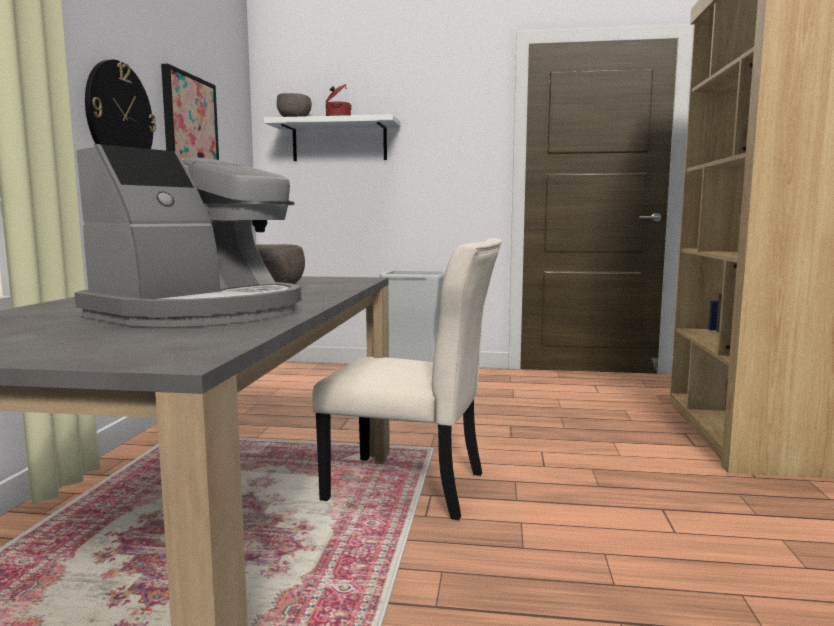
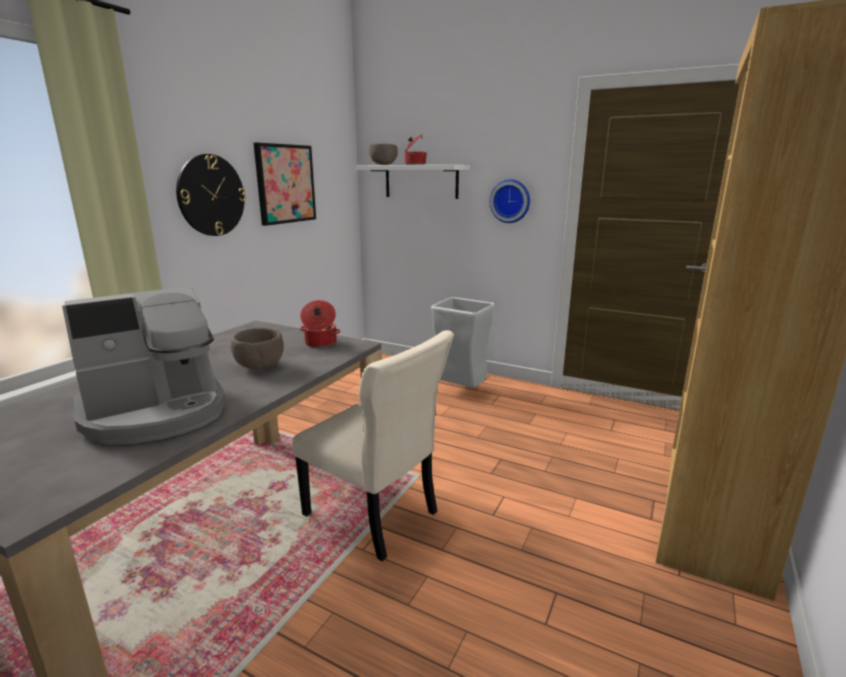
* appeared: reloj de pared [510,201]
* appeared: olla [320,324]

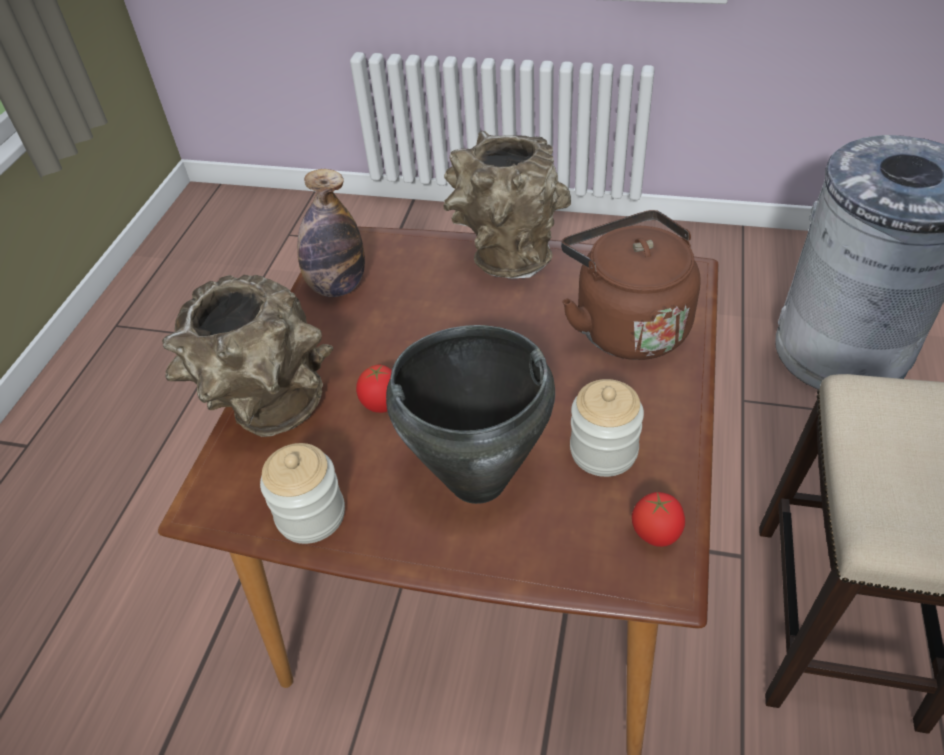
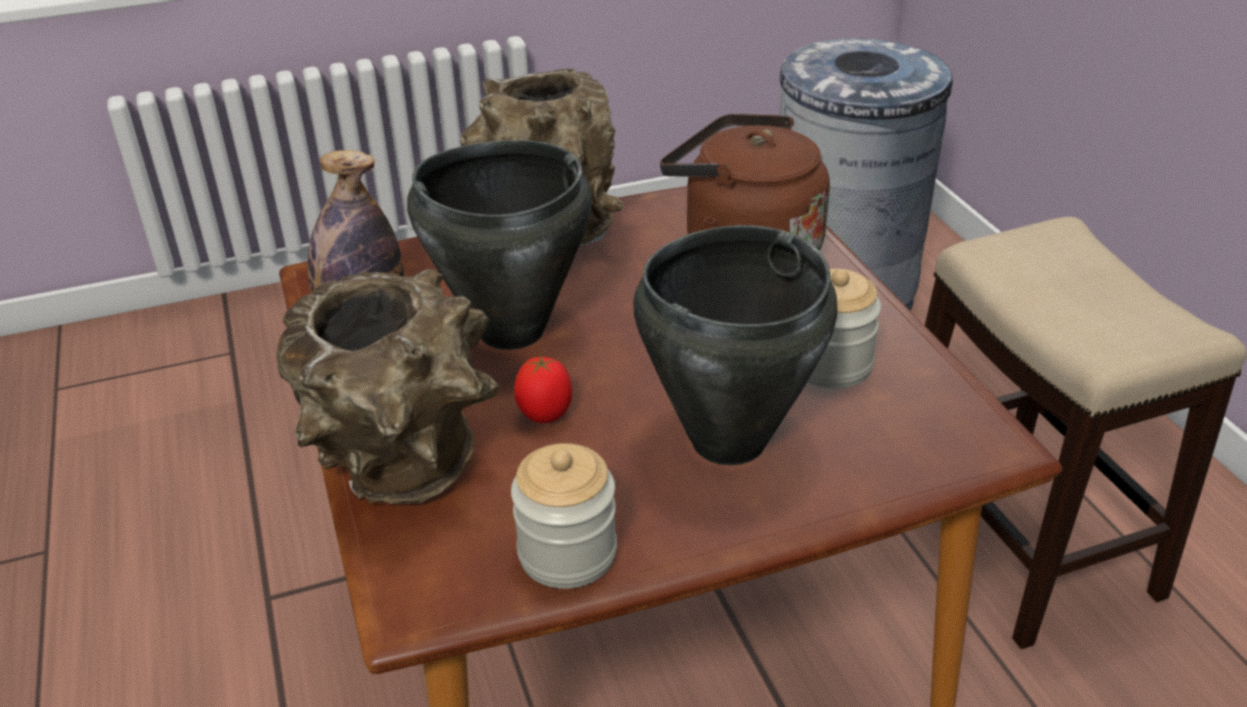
* missing: tomate [658,519]
* appeared: olla/negro [499,245]

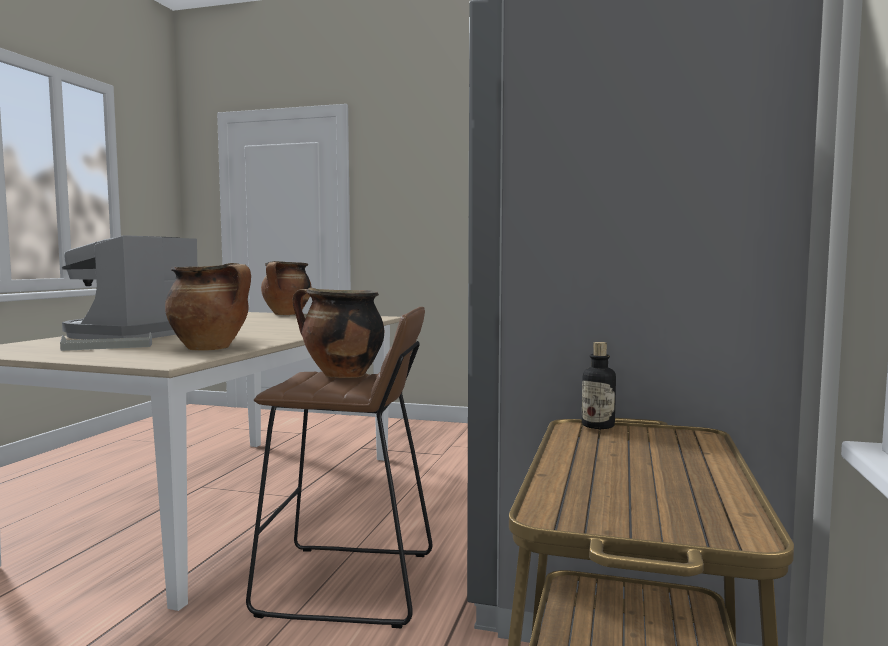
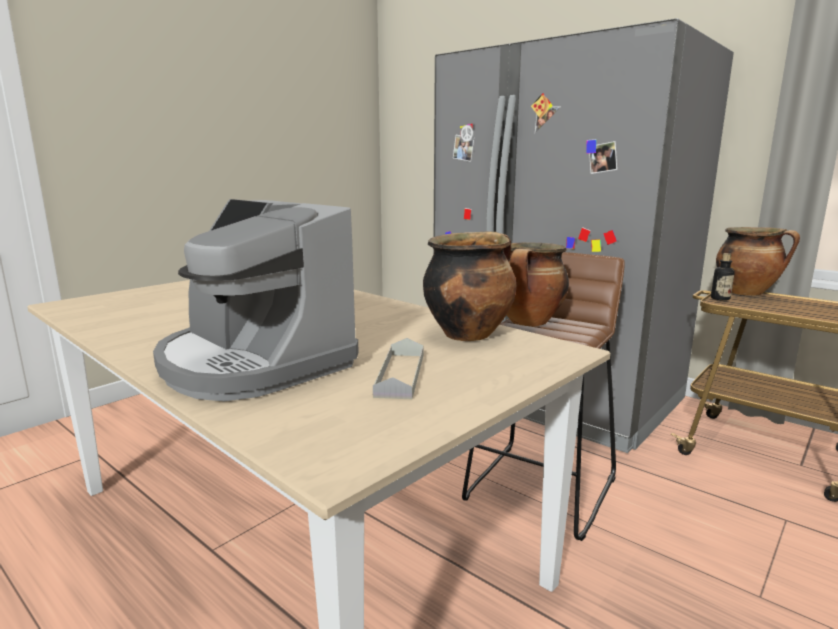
* relocated: olla [286,288] to [758,261]

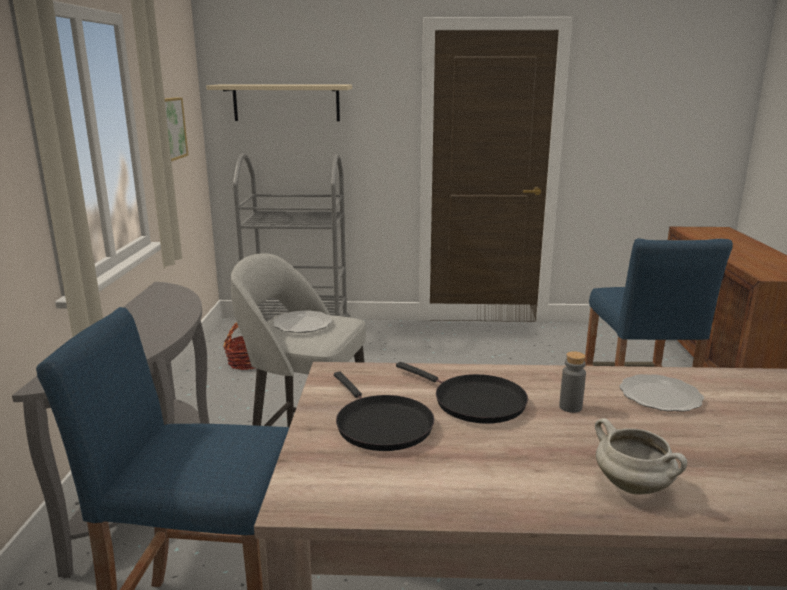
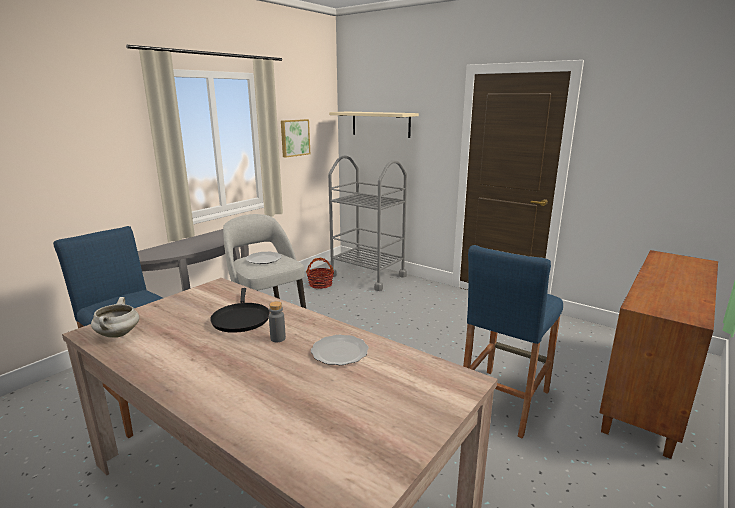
* missing: sartén/negro [384,411]
* relocated: olla/blanco [641,456] to [115,317]

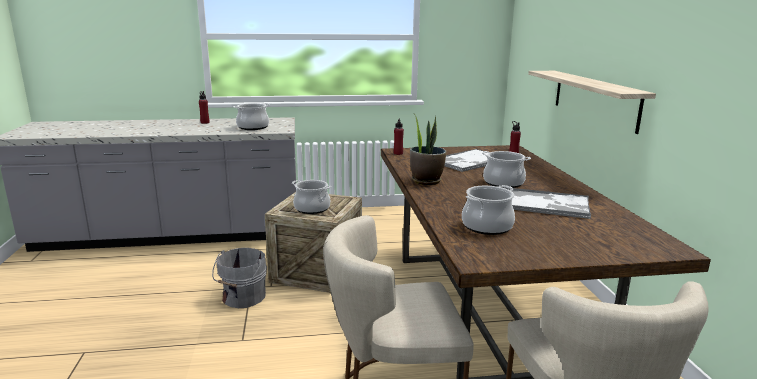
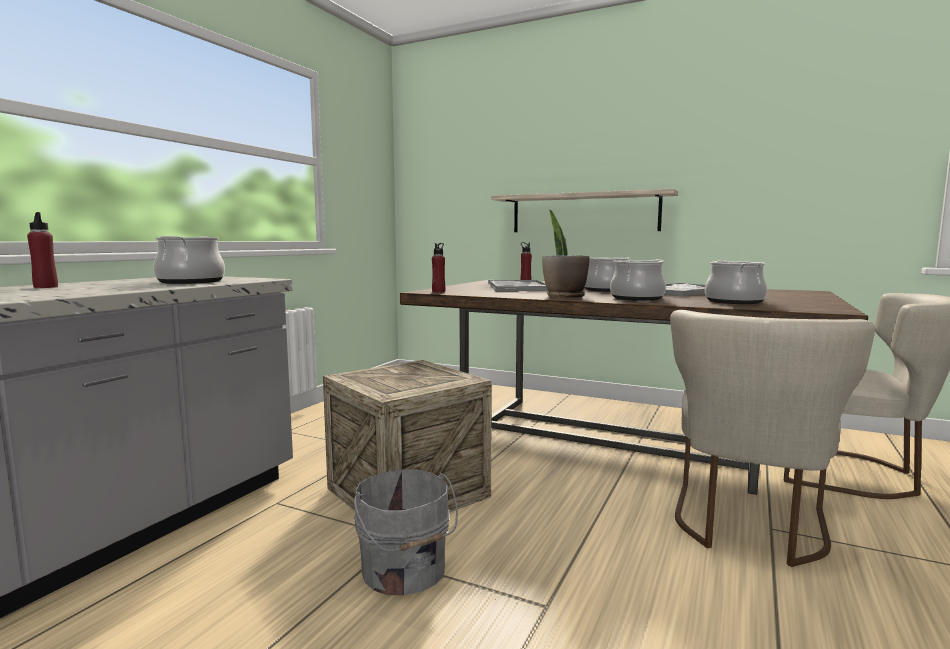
* relocated: olla [311,197] to [638,280]

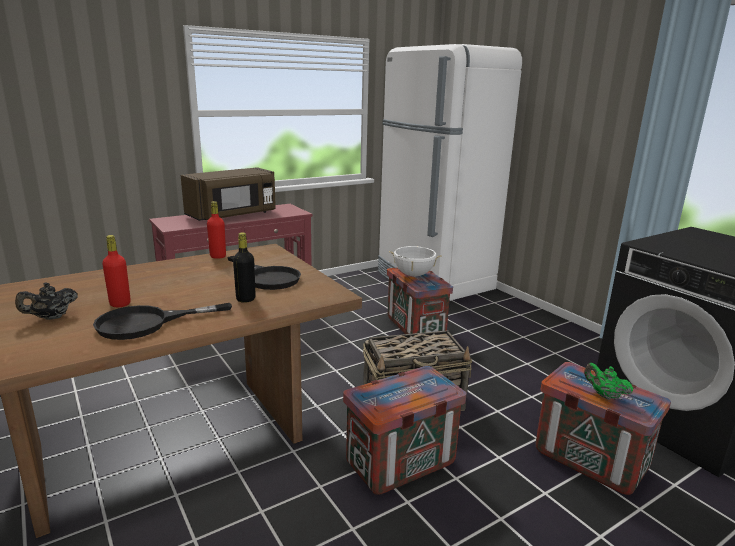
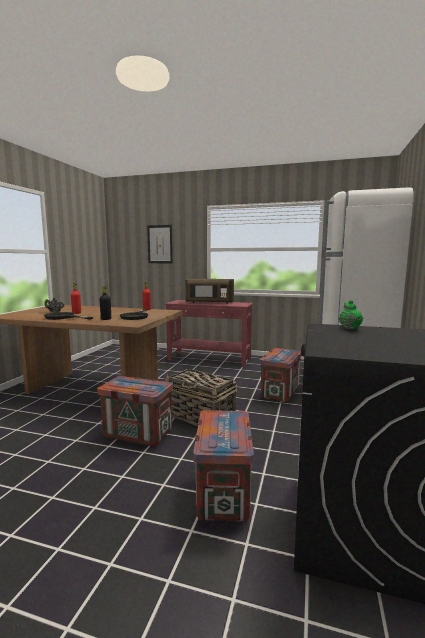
* missing: olla/blanco [415,261]
* relocated: tetera/verde [608,381] to [351,314]
* appeared: cuadro [160,244]

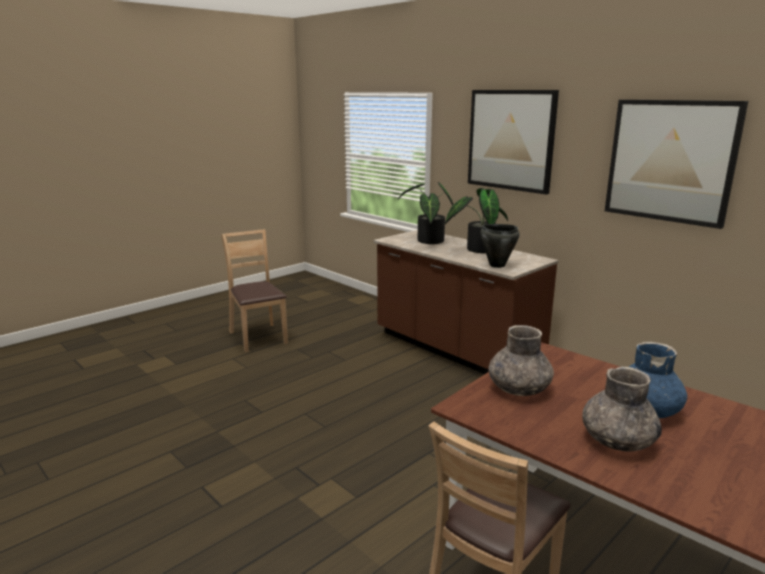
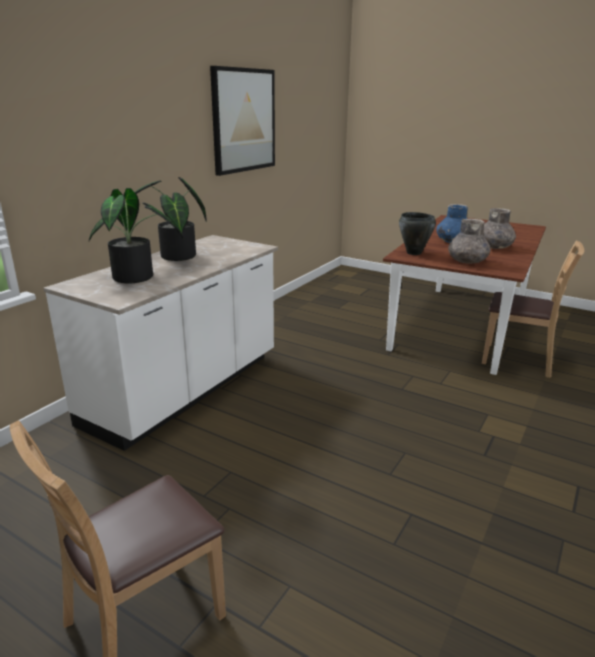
* missing: cuadro [513,142]
* relocated: olla/negro [500,246] to [417,233]
* colour: mueble bajo de cocina/marrón [466,302] to mueble bajo de cocina/blanco [160,343]

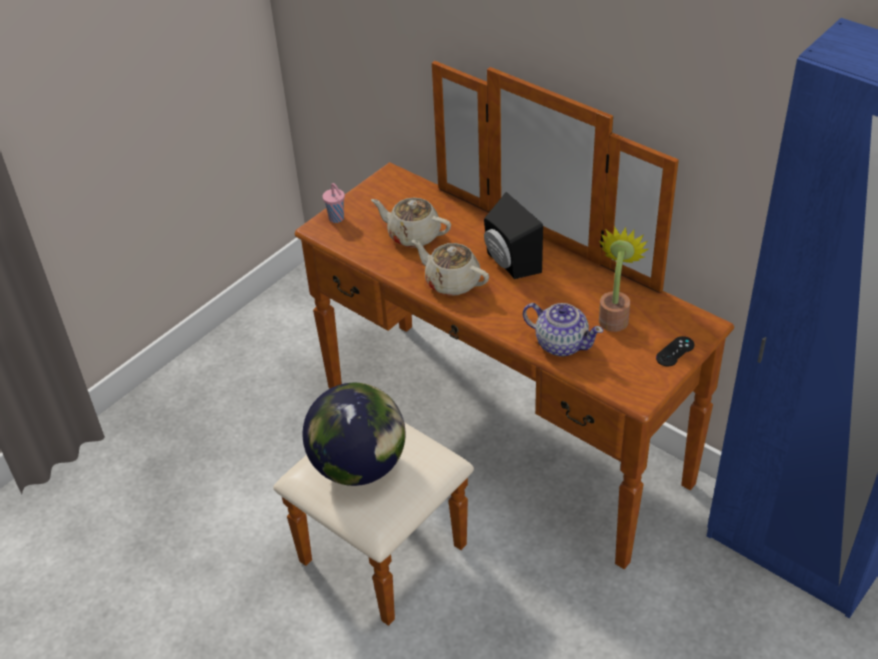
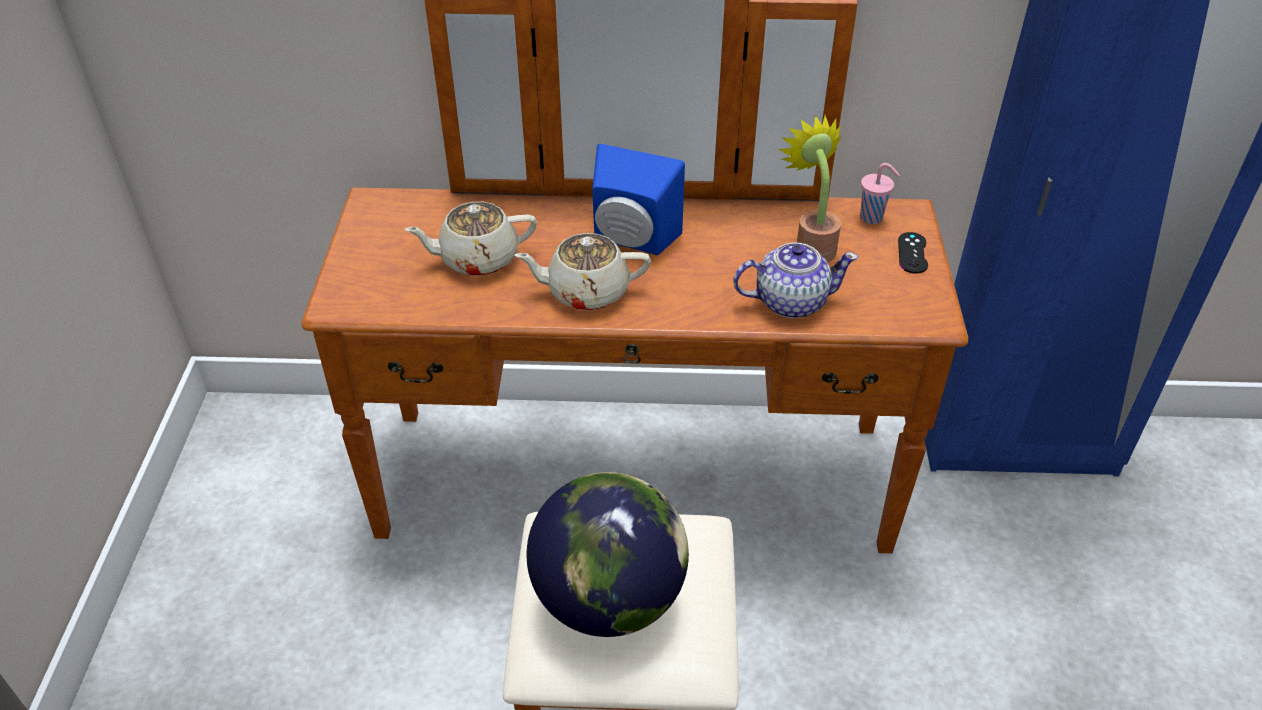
* relocated: taza/rosa [333,203] to [880,193]
* colour: altavoz/negro [513,235] to altavoz/azul [638,199]

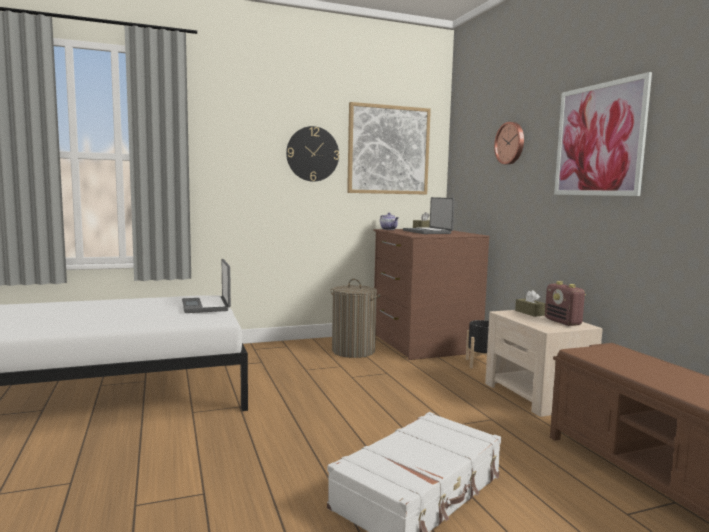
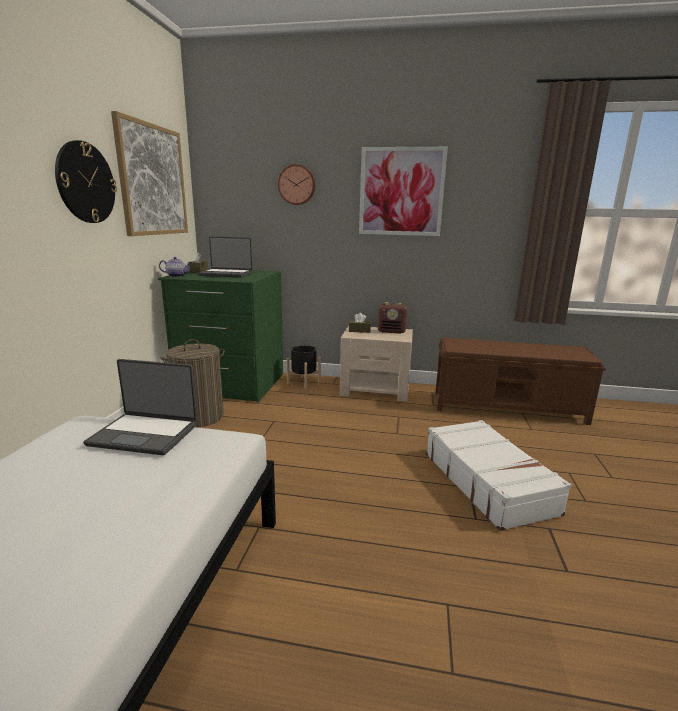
* colour: cómoda/marrón [431,294] to cómoda/verde [220,335]

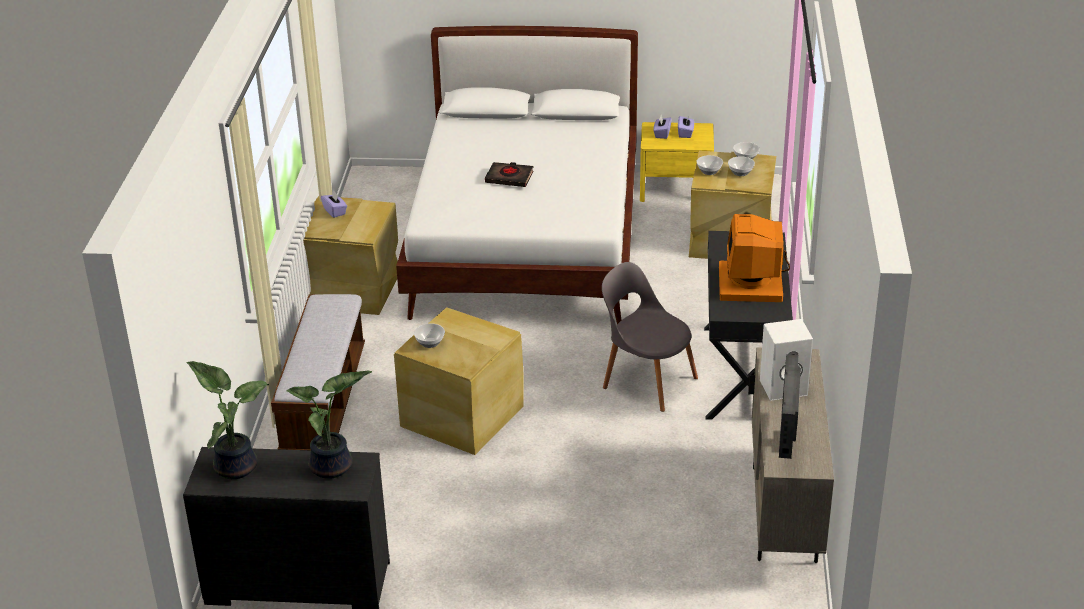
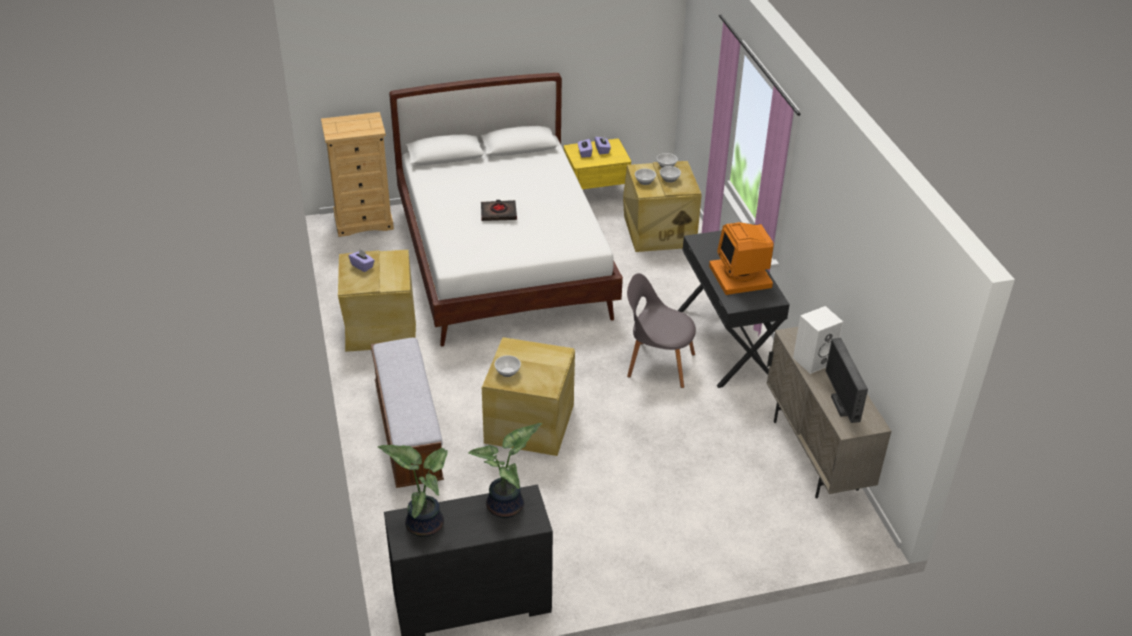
* appeared: cómoda/beis [357,174]

